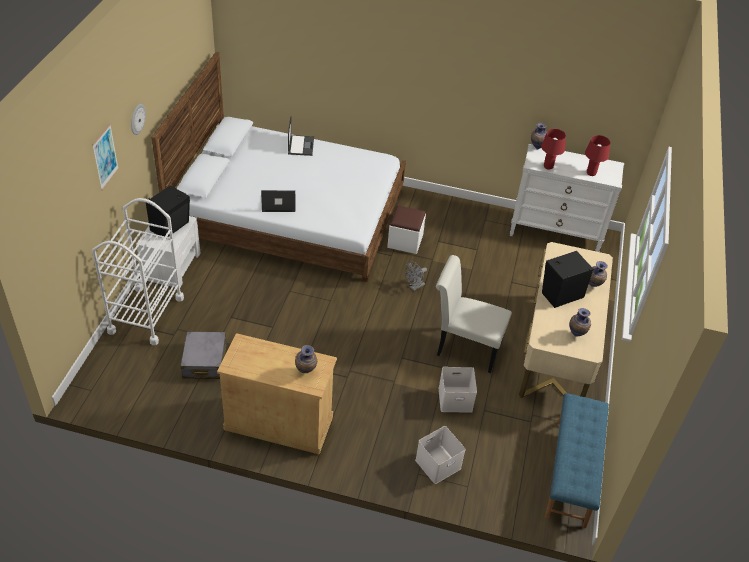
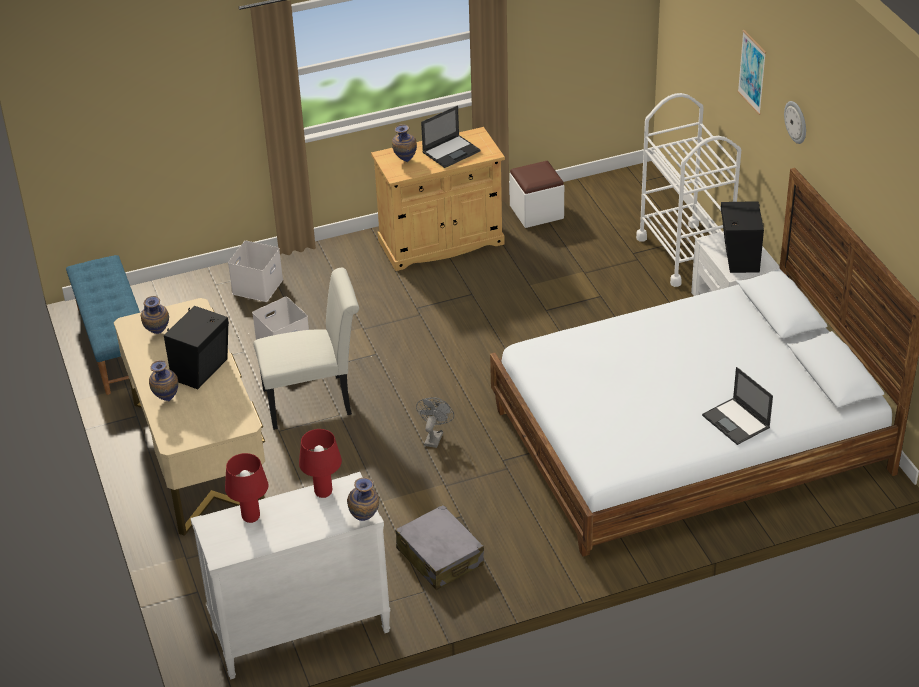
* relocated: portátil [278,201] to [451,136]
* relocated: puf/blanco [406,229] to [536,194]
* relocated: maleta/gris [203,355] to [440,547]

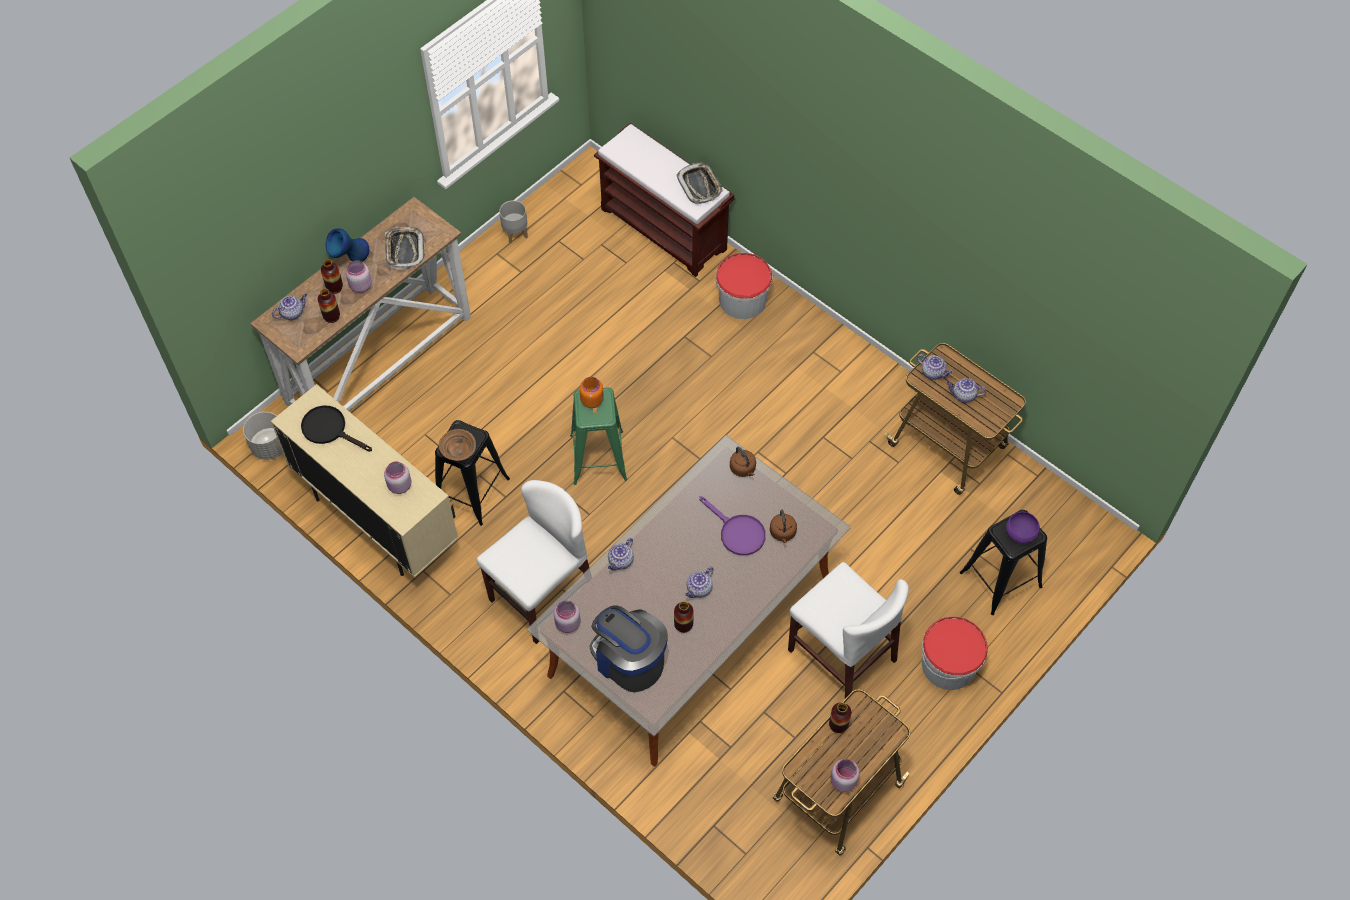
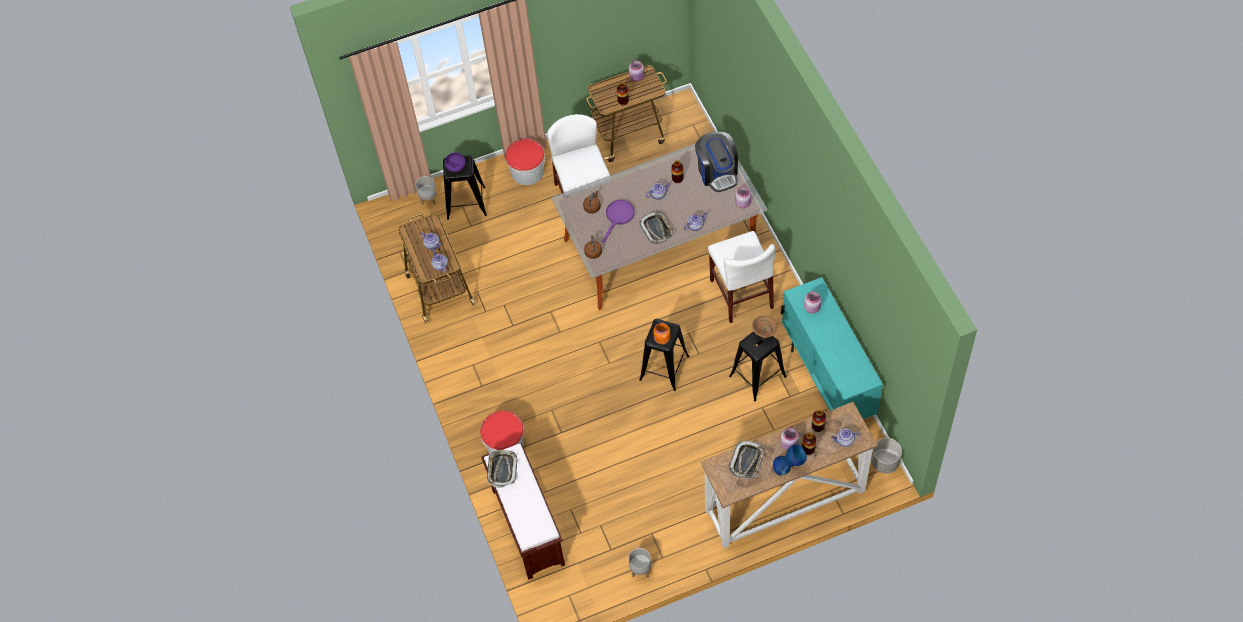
* colour: armario/beis [364,480] to armario/turquesa [832,348]
* colour: taburete/verde [599,436] to taburete/negro [664,355]
* missing: sartén/negro [336,428]
* spun: silla/blanco [532,562] = [741,277] 90 degrees counterclockwise
* spun: sartén/morado [732,525] = [618,221] 45 degrees clockwise
* appeared: maceta/gris [426,191]
* appeared: bandeja [657,227]

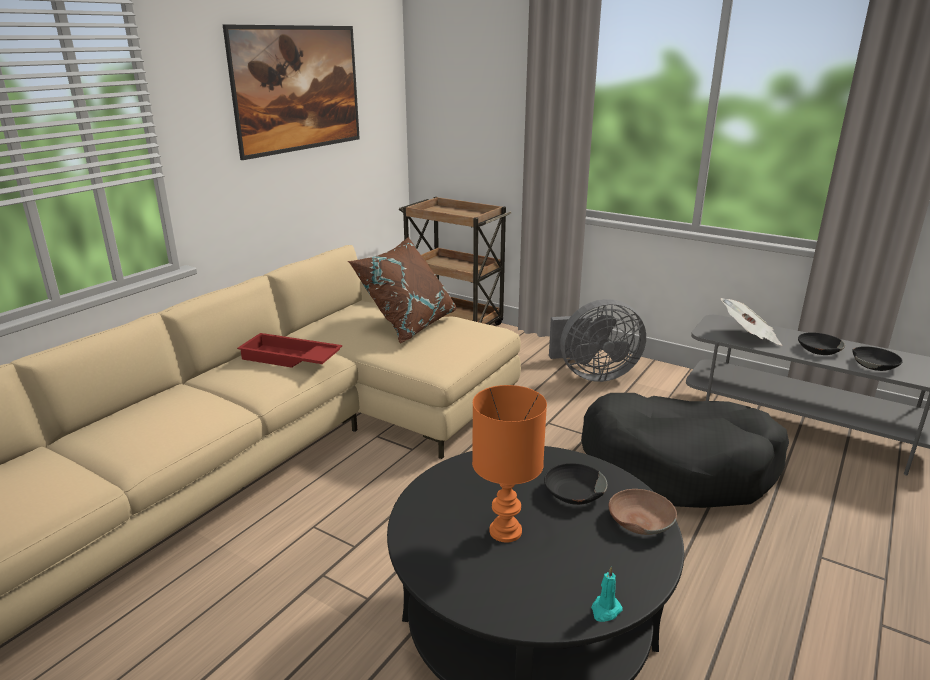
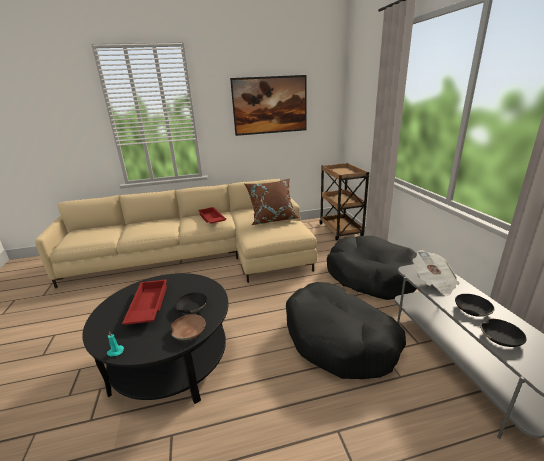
* exchanged: ventilador/gris [597,340] to cama para perro/negro [372,268]
* exchanged: lámpara de mesa/naranja [509,464] to bandeja/rojo [144,302]

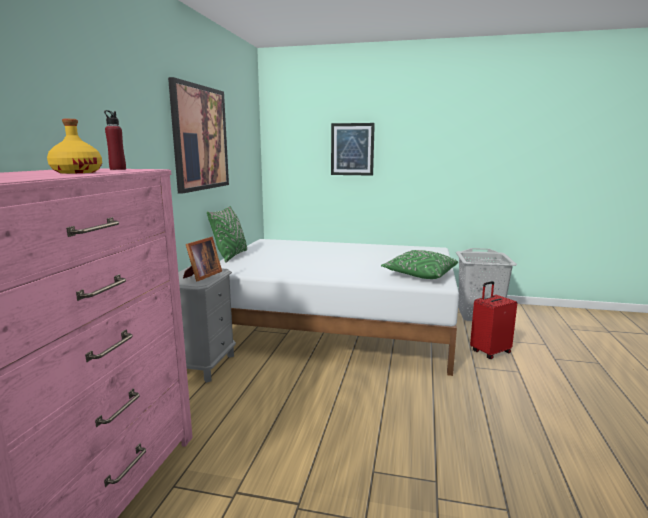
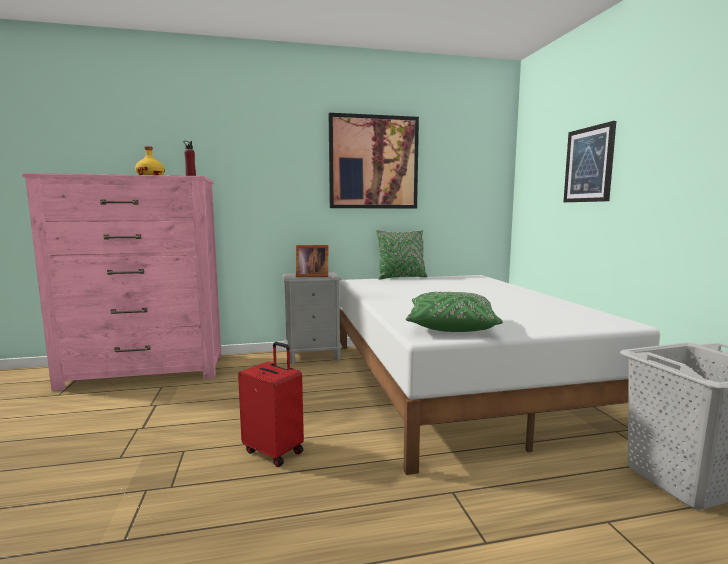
* relocated: maleta/rojo [493,320] to [271,404]

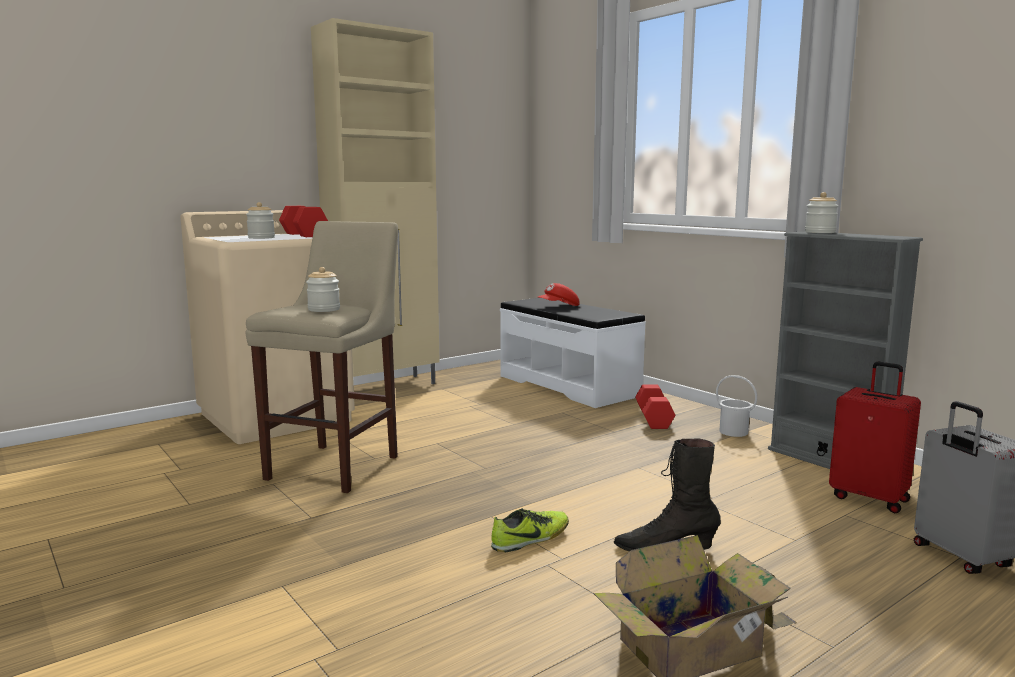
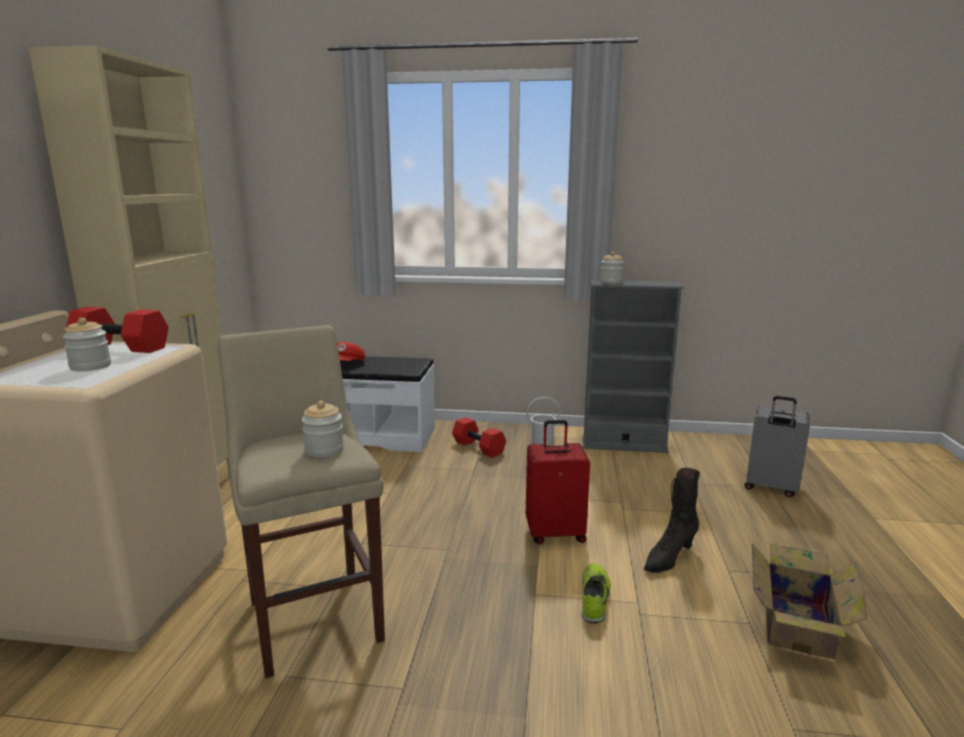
* relocated: maleta/rojo [875,437] to [558,482]

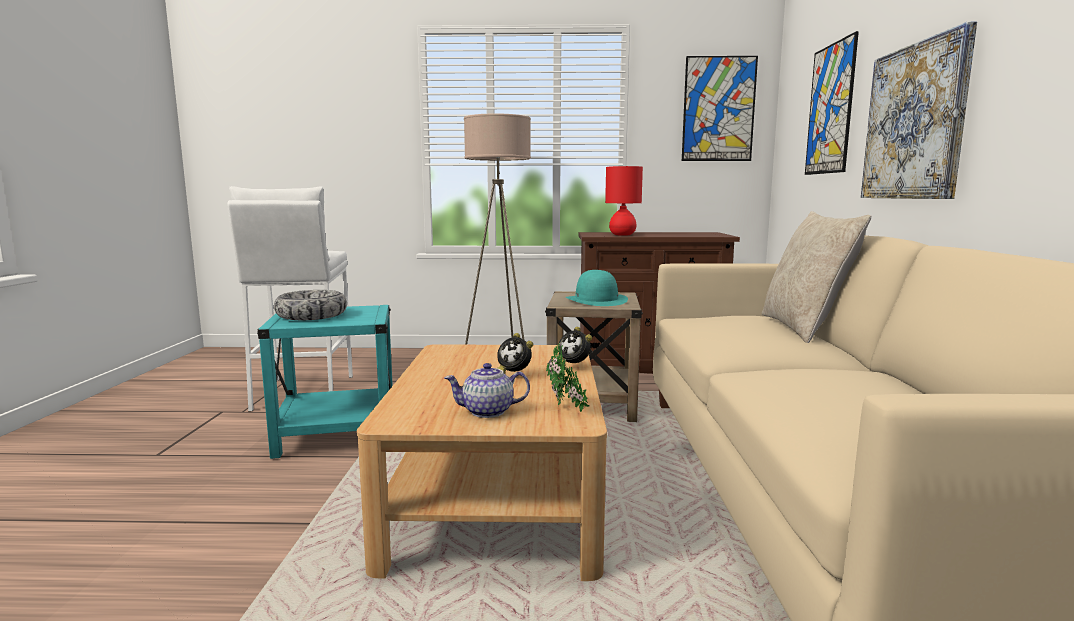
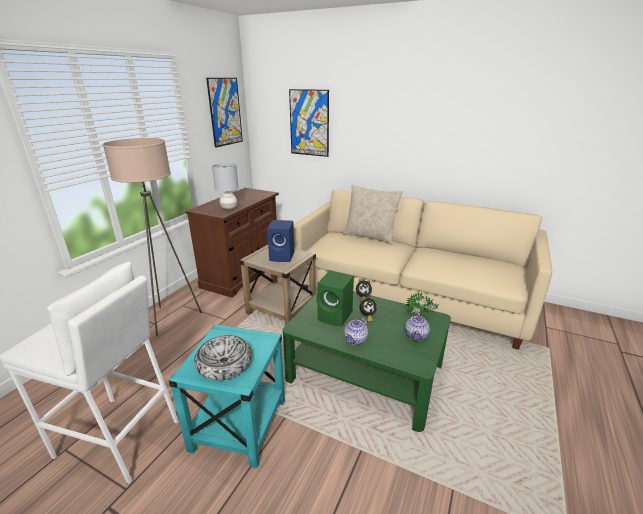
* missing: cuadro [919,110]
* colour: lámpara de mesa/rojo [624,201] to lámpara de mesa/gris [225,186]
* exchanged: sombrero/turquesa [597,288] to altavoz/azul [280,241]
* colour: mesa de centro/beis [482,462] to mesa de centro/verde [366,361]
* appeared: altavoz/verde [335,298]
* appeared: tetera [356,331]

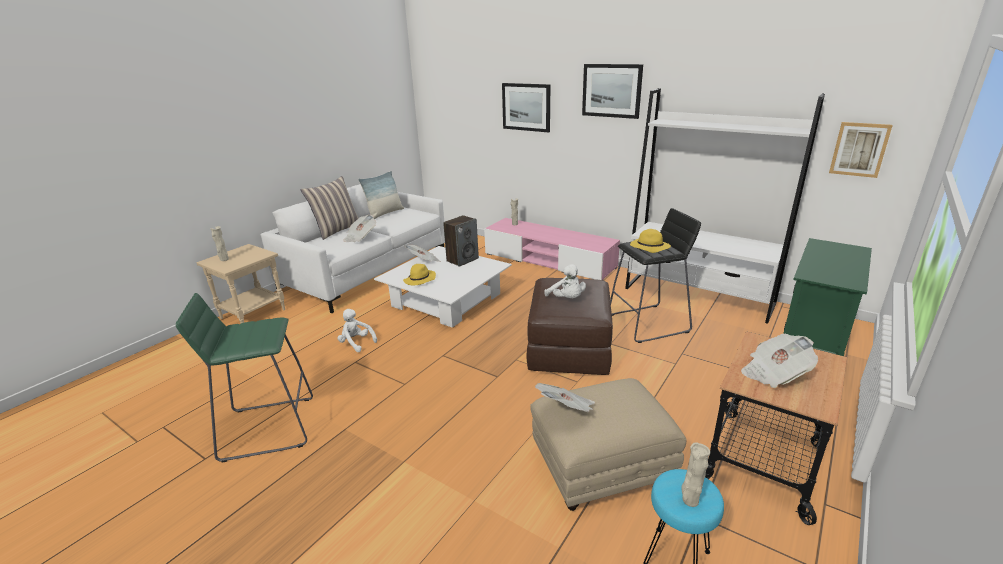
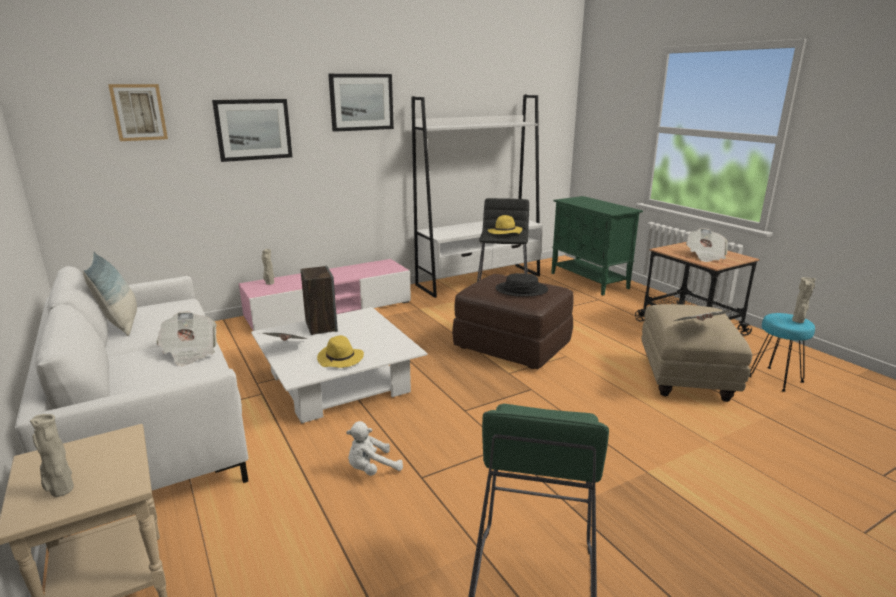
* relocated: cuadro [861,150] to [138,112]
* missing: cojín [329,208]
* exchanged: peluche/blanco [565,281] to sombrero/negro [522,285]

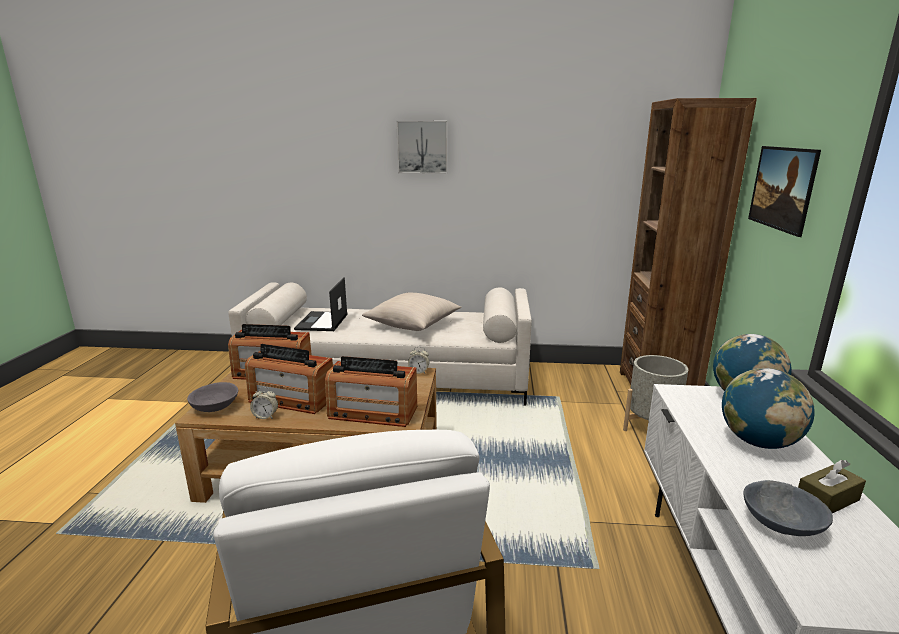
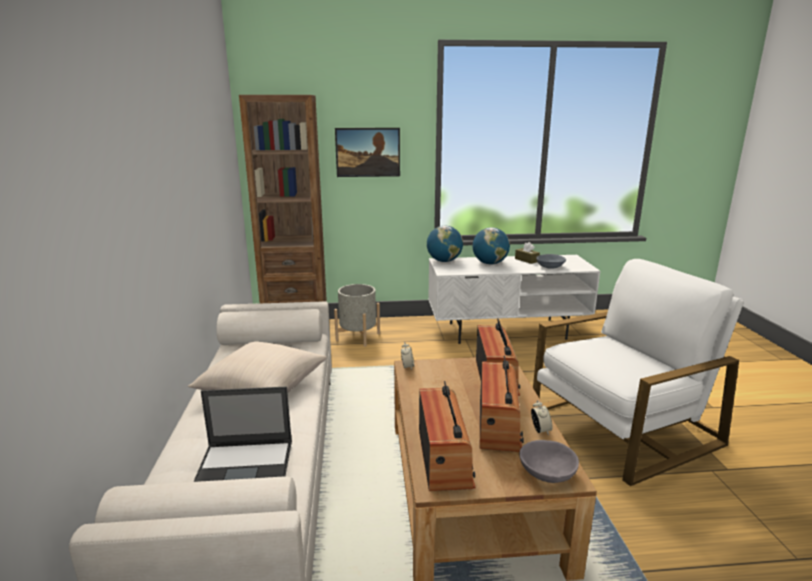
* missing: cuadro [422,147]

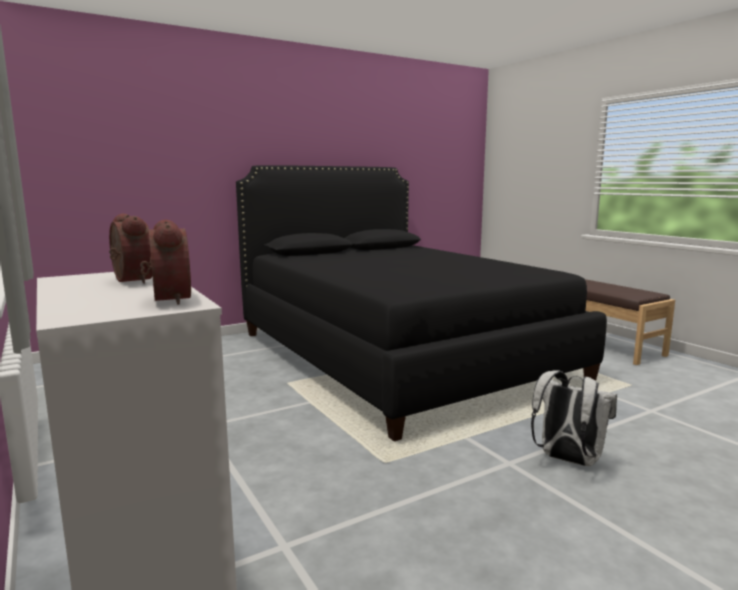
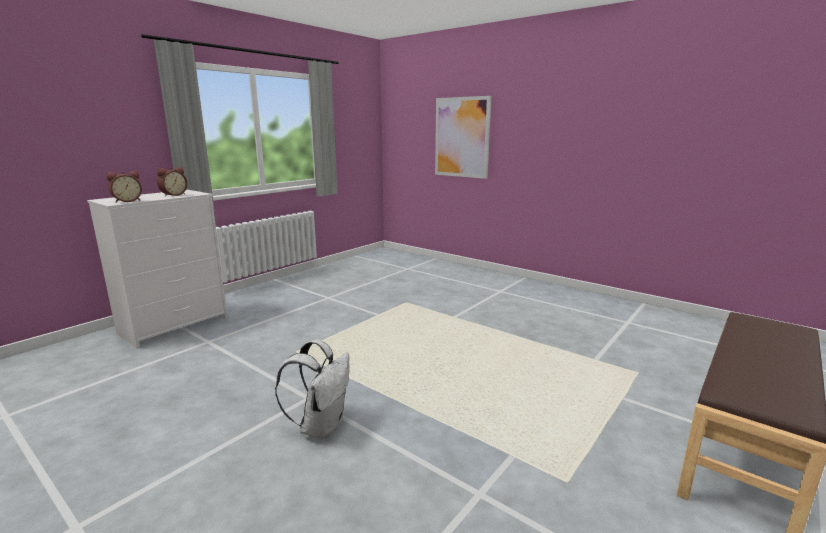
* missing: cama/negro [421,303]
* appeared: cuadro [463,137]

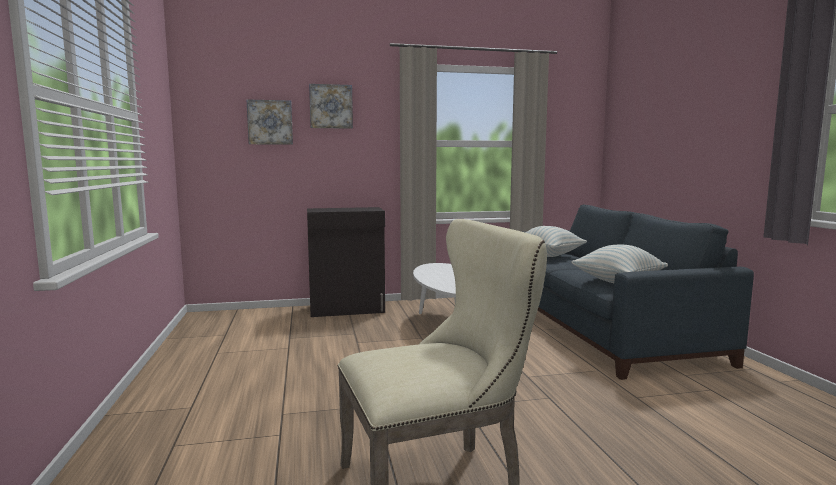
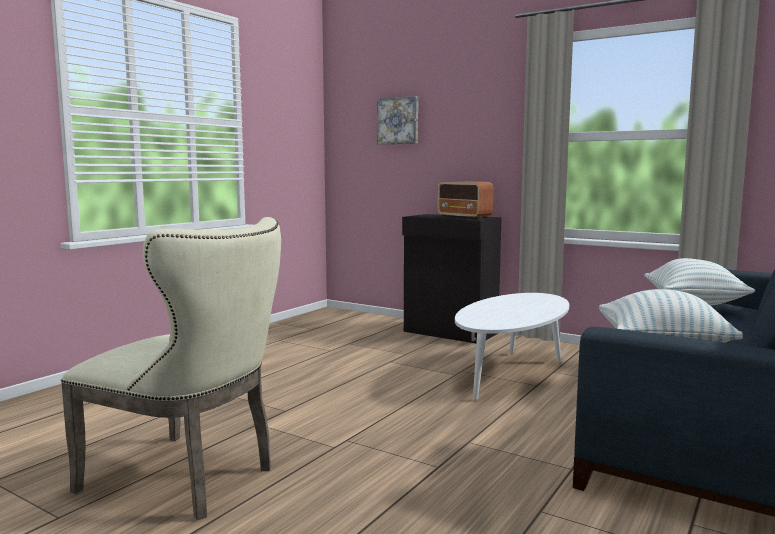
* missing: cuadro [331,106]
* appeared: radio [465,200]

